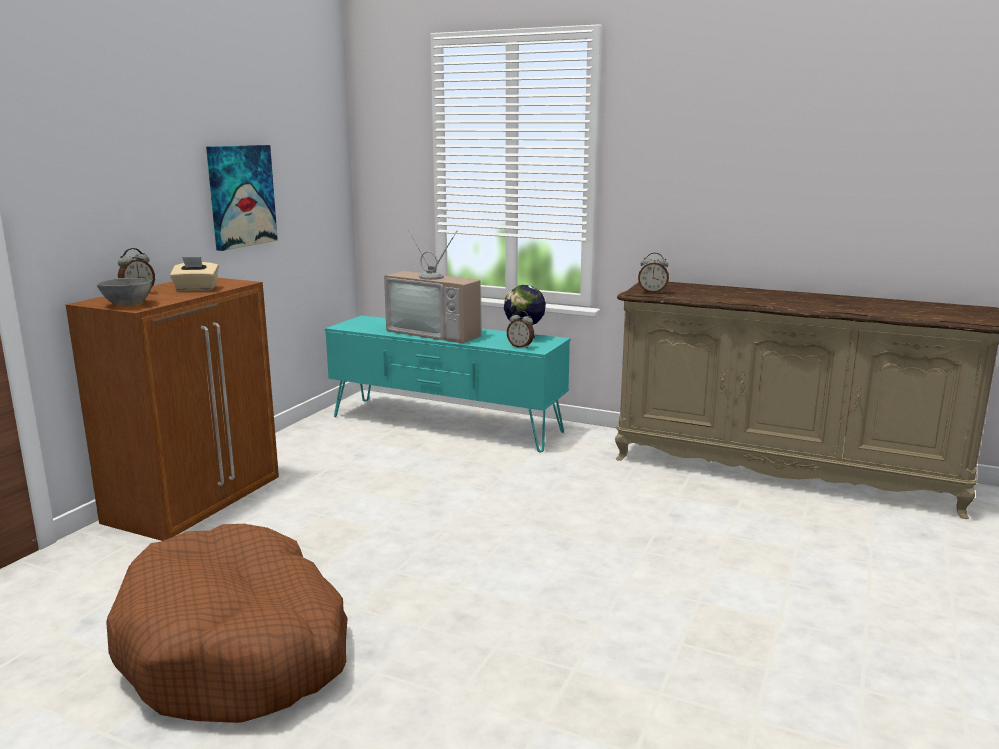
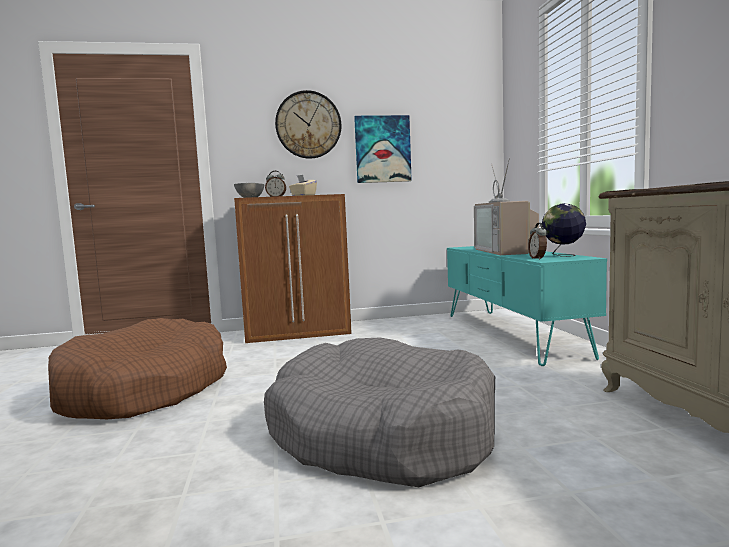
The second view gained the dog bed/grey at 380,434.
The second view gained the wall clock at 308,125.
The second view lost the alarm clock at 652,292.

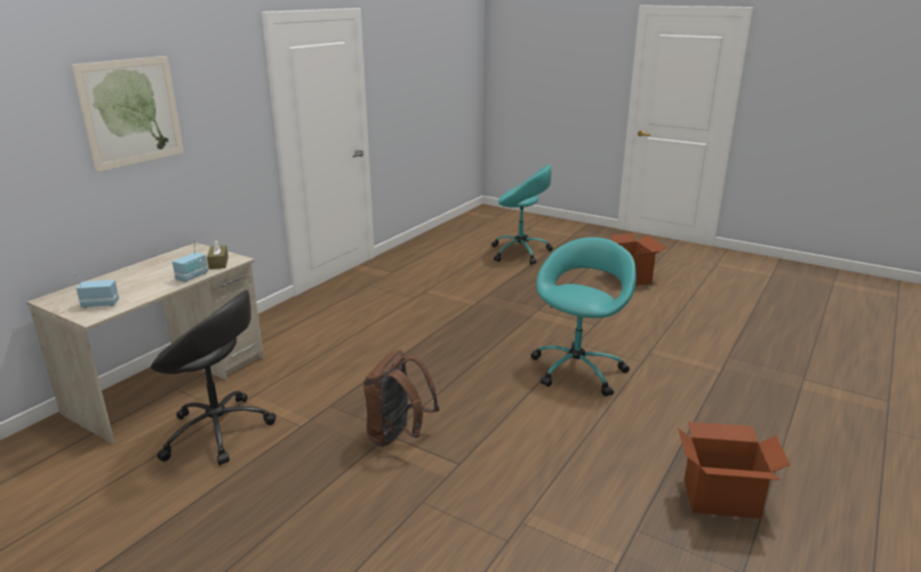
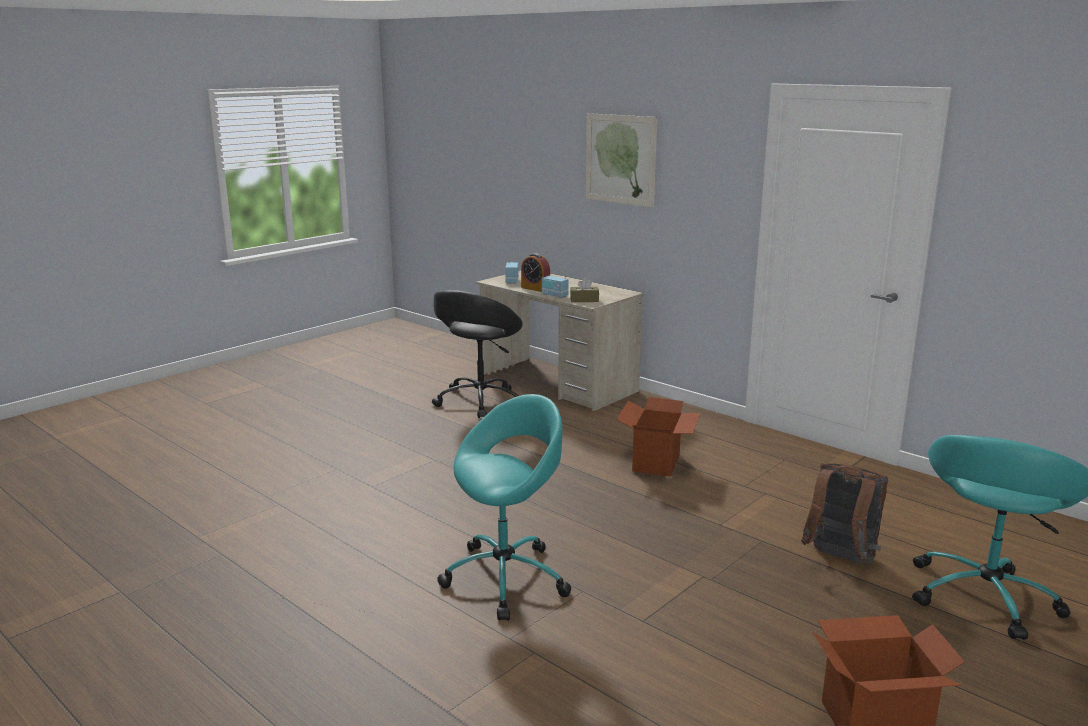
The office chair/turquoise at 578,370 ended up facing another way, 75 degrees counterclockwise from before.
The second view gained the alarm clock at 535,288.
The cardboard box ended up elsewhere, having gone from 720,498 to 657,463.
The backpack/brown ended up elsewhere, having gone from 398,436 to 839,559.

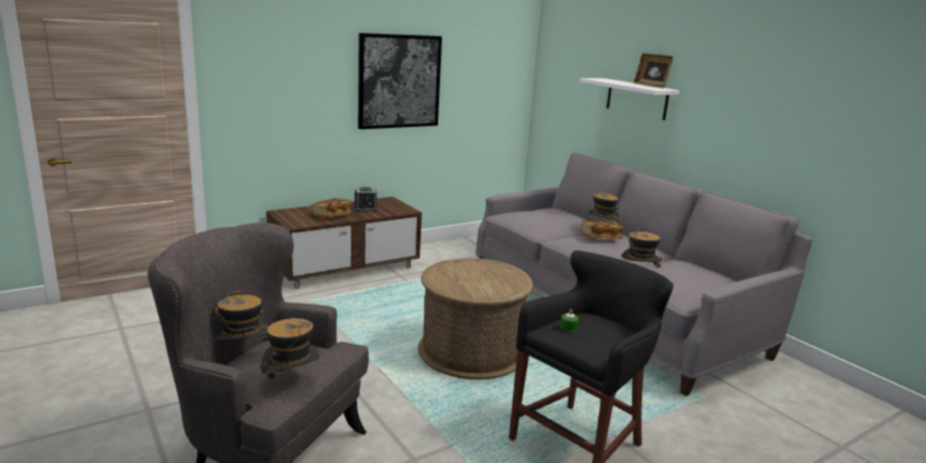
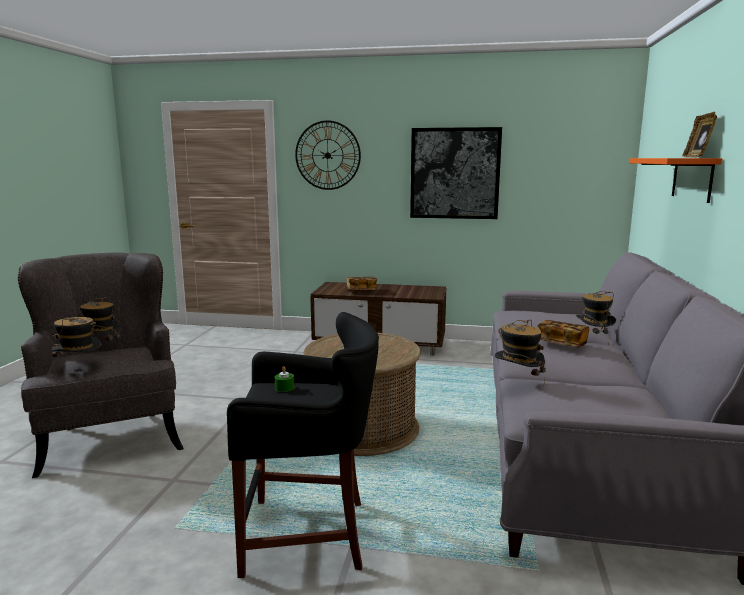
The second view gained the wall clock at 327,155.
What was the shelf/white at 636,99 turned into the shelf/orange at 692,178.
The second view lost the alarm clock at 365,209.

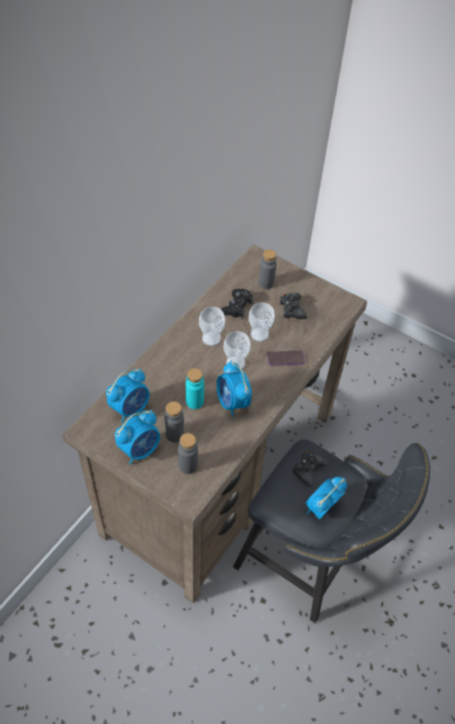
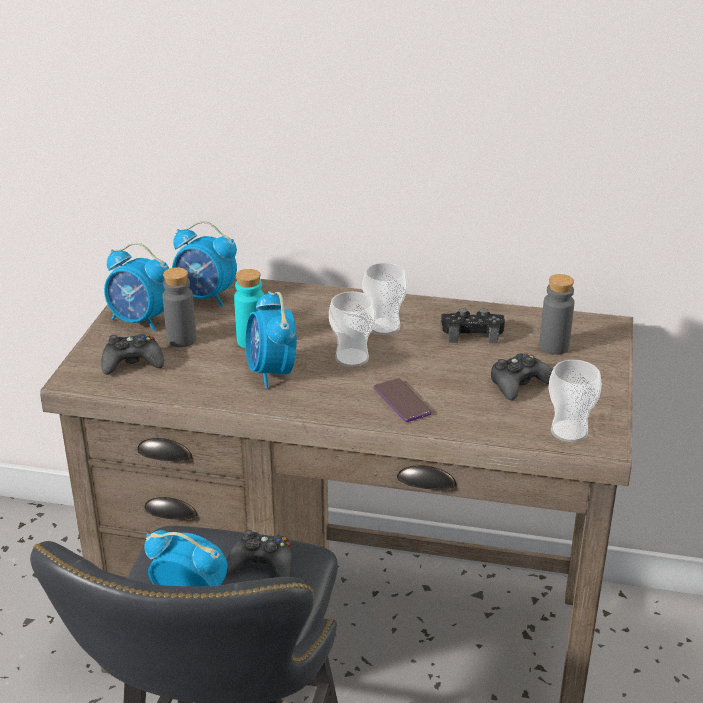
Where the bottle/grey stood at 188,465, the game controller/black came to stand at 132,363.
The alarm clock at 232,403 ended up facing another way, 60 degrees counterclockwise from before.
The cup ended up elsewhere, having gone from 259,335 to 569,431.

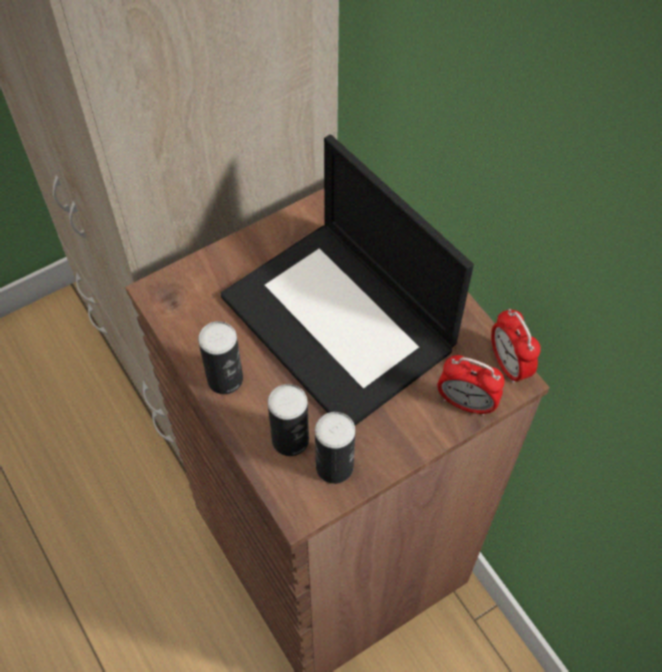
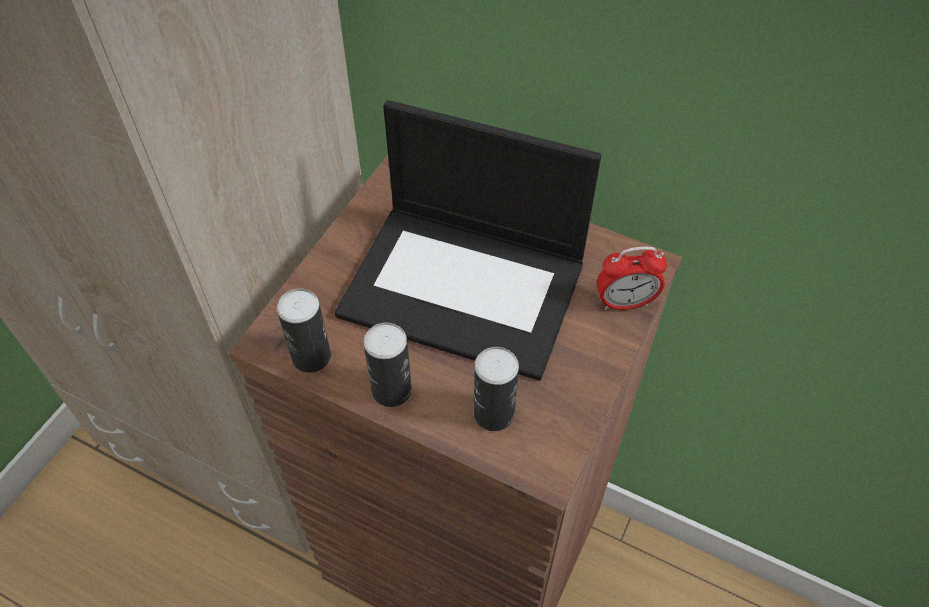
The can ended up elsewhere, having gone from 334,466 to 311,356.
The second view lost the alarm clock at 508,365.

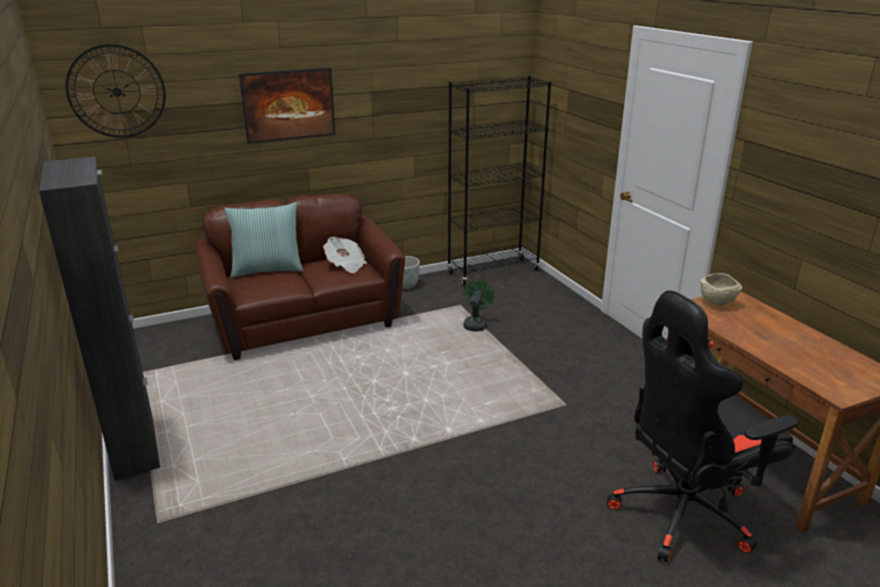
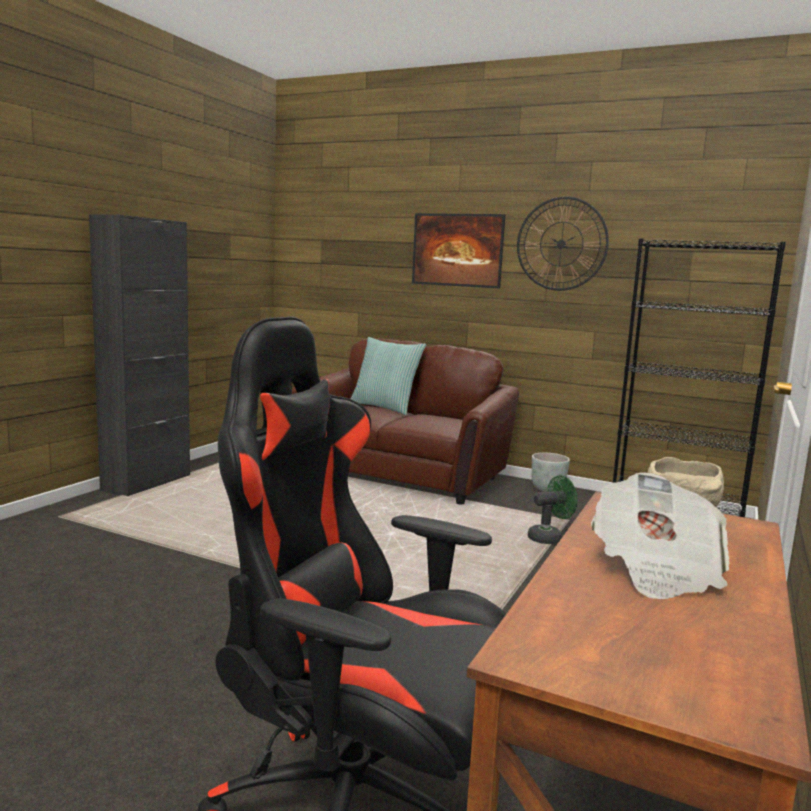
The wall clock ended up elsewhere, having gone from 117,92 to 561,244.
The newspaper ended up elsewhere, having gone from 345,265 to 655,569.

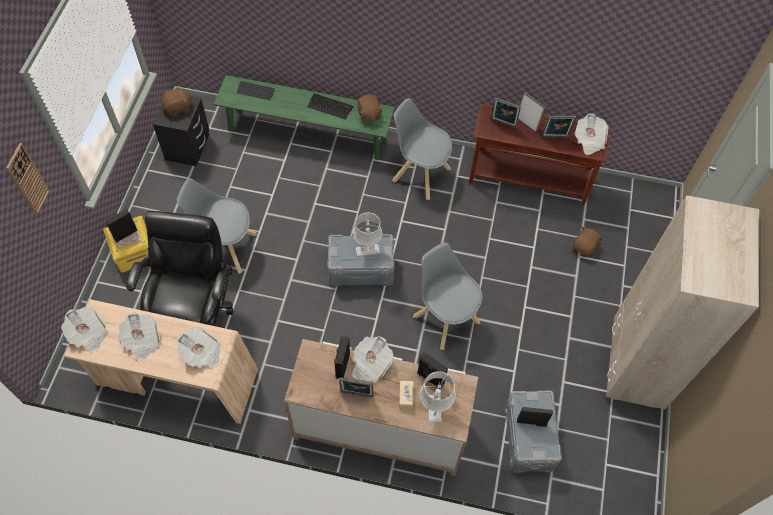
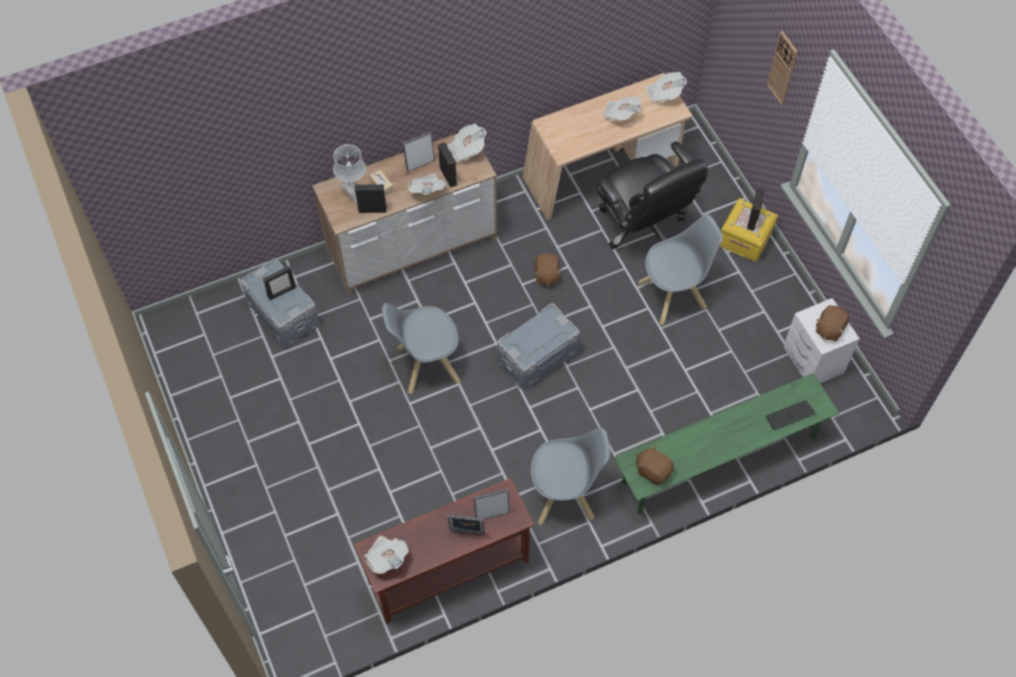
The chair/grey at 445,317 ended up facing another way, 150 degrees clockwise from before.
The newspaper ended up elsewhere, having gone from 202,353 to 466,149.
The plush toy/brown ended up elsewhere, having gone from 585,247 to 546,275.
What was the nightstand/black at 188,147 turned into the nightstand/white at 813,360.
The second view lost the keyboard at 330,106.
The second view lost the table lamp/grey at 367,250.
The second view lost the picture frame at 554,138.
The second view lost the wardrobe/beige at 635,365.

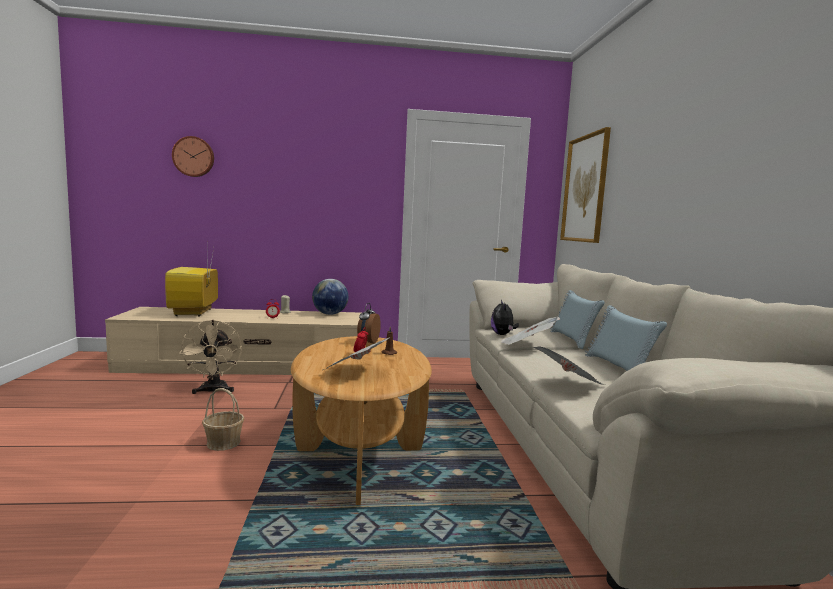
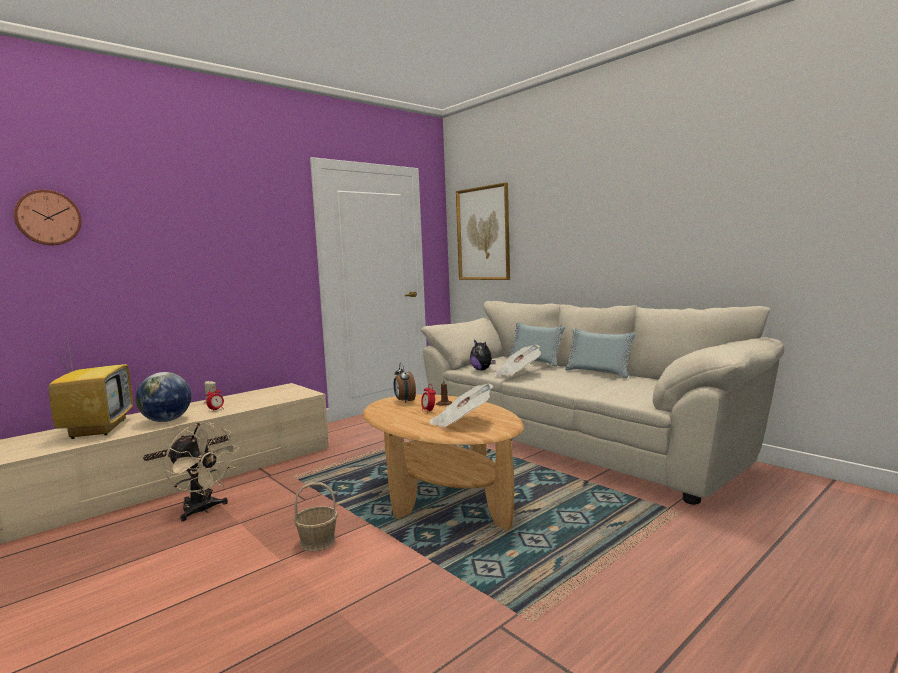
The television at 194,313 ended up facing another way, 150 degrees counterclockwise from before.
The globe ended up elsewhere, having gone from 329,314 to 166,420.
The second view lost the newspaper at 568,384.

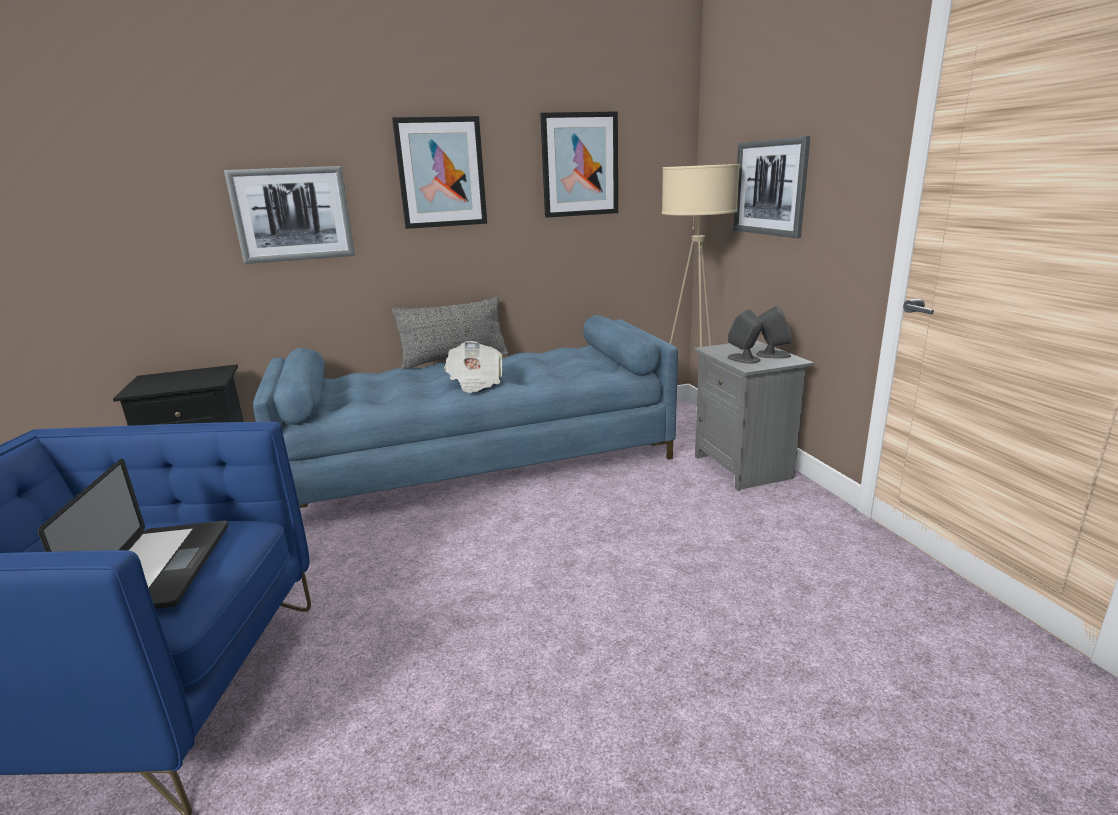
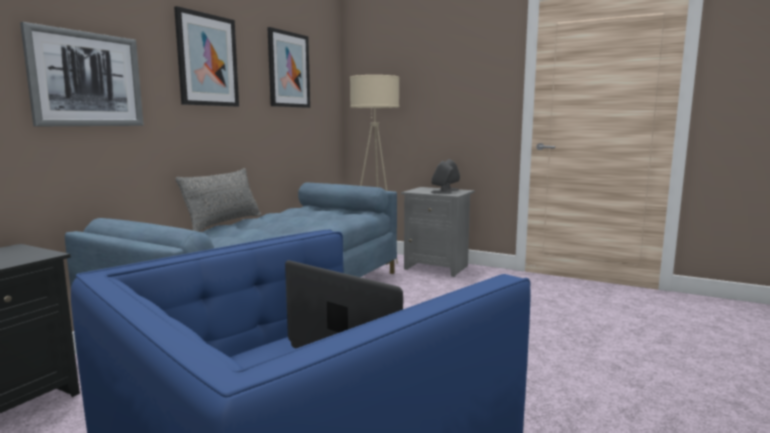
The second view lost the newspaper at 475,382.
The second view lost the picture at 770,187.

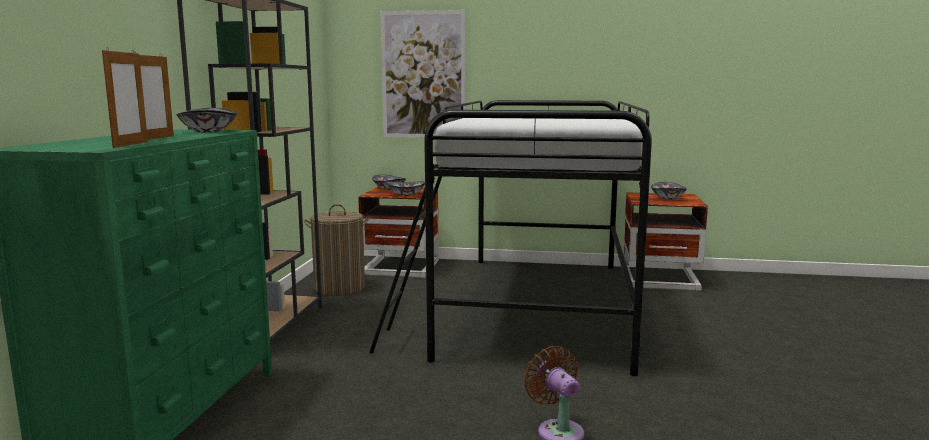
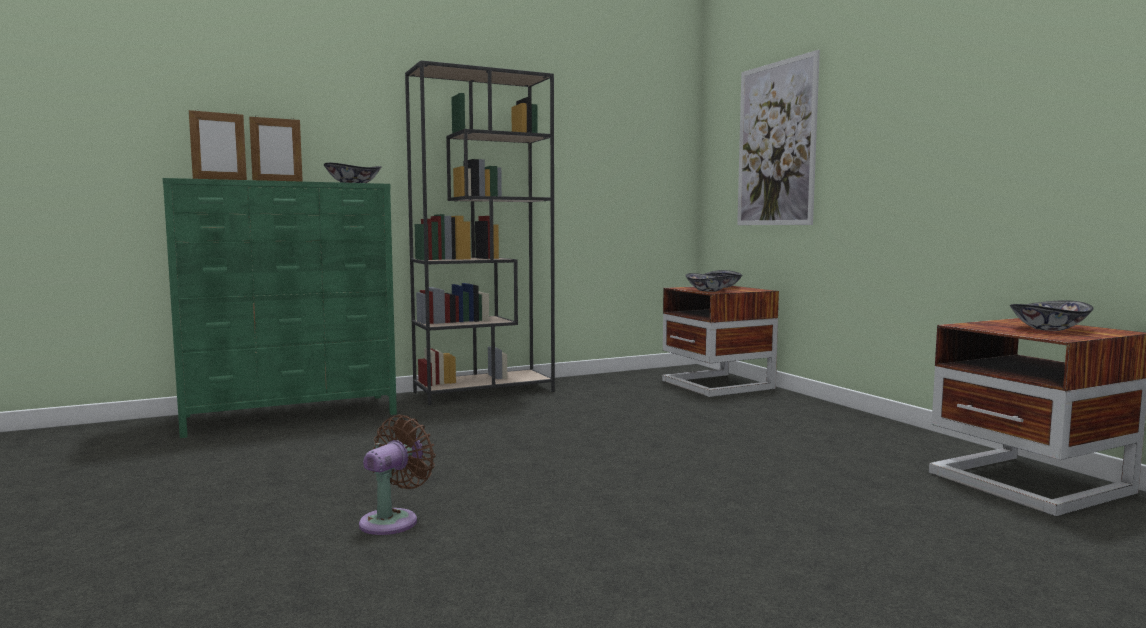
The second view lost the laundry basket at 339,288.
The second view lost the bed/black at 535,306.

